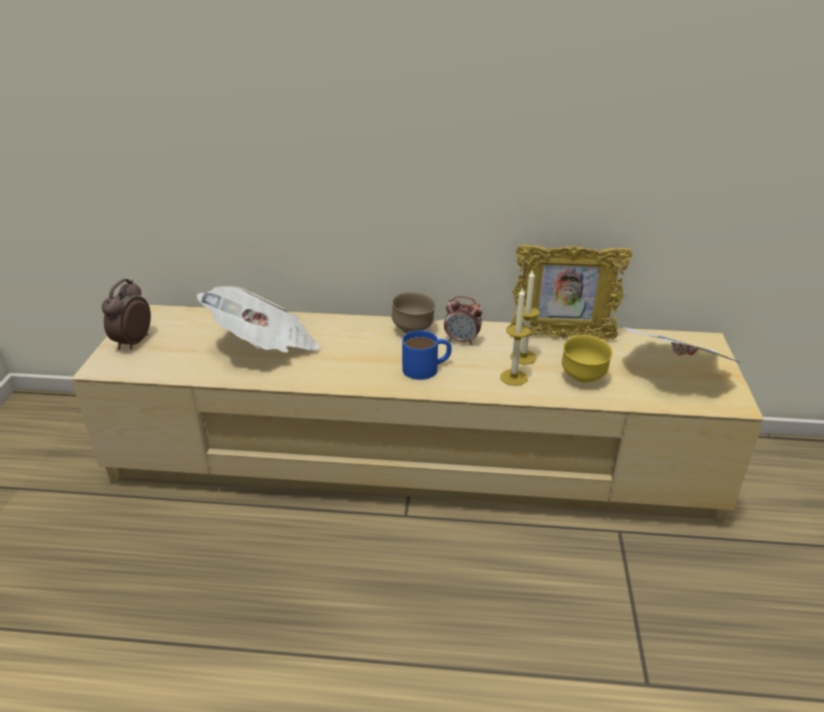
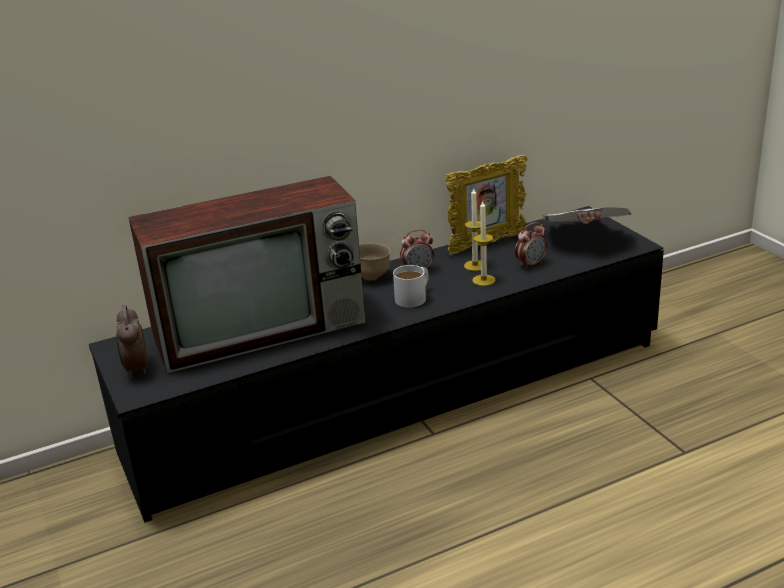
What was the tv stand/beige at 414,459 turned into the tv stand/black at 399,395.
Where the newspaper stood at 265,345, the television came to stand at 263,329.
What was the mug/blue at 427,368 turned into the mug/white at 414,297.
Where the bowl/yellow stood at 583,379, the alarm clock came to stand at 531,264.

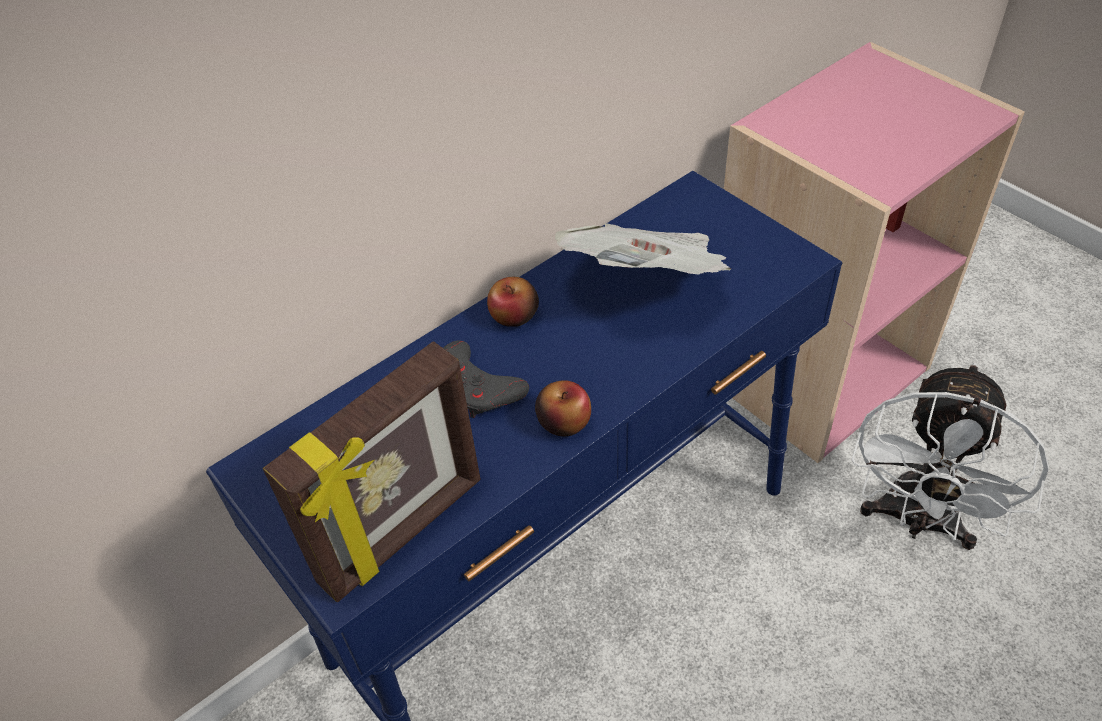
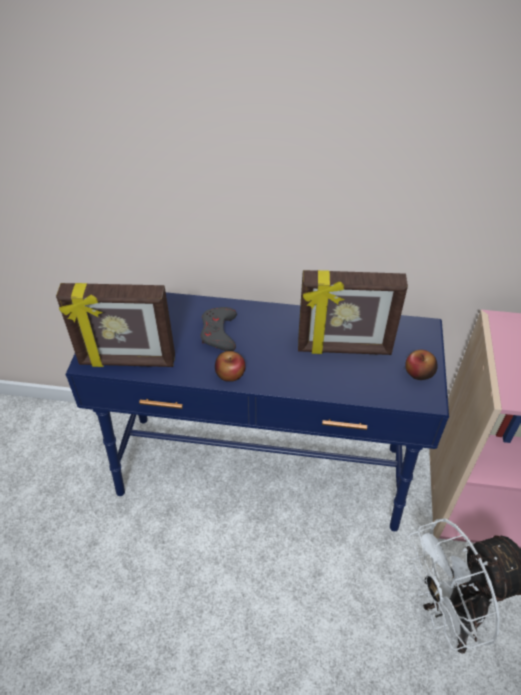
Where the newspaper stood at 648,281, the picture frame came to stand at 344,349.
The apple ended up elsewhere, having gone from 514,316 to 419,373.

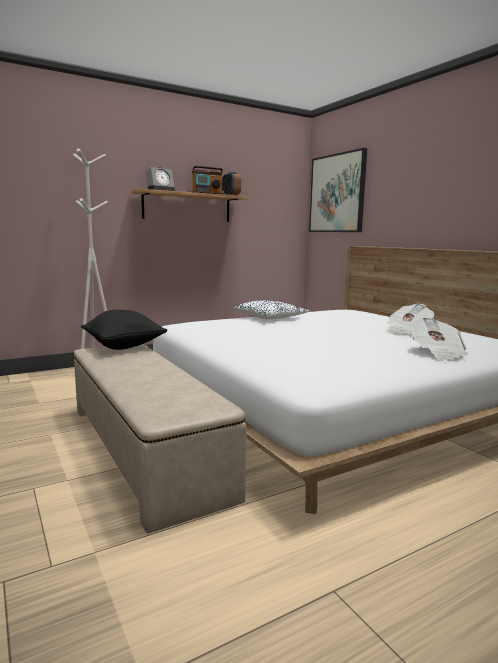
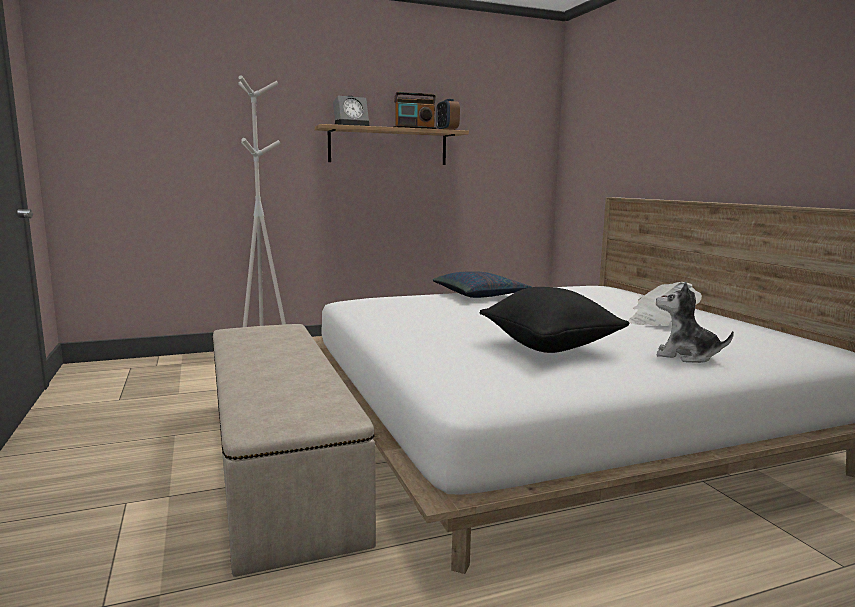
What was the pillow/white at 271,318 turned into the pillow/blue at 480,295.
The pillow/black ended up elsewhere, having gone from 124,347 to 550,347.
Where the newspaper stood at 437,353, the plush toy came to stand at 686,356.
The second view lost the picture at 337,193.

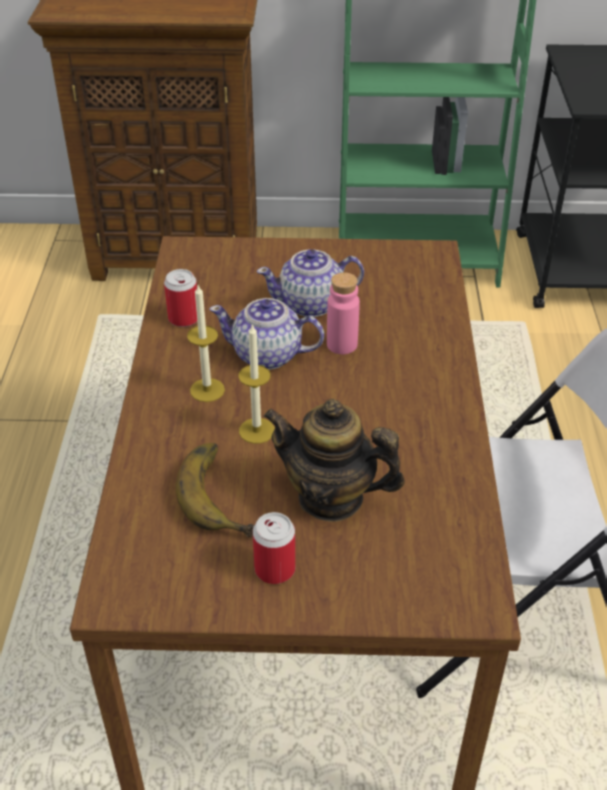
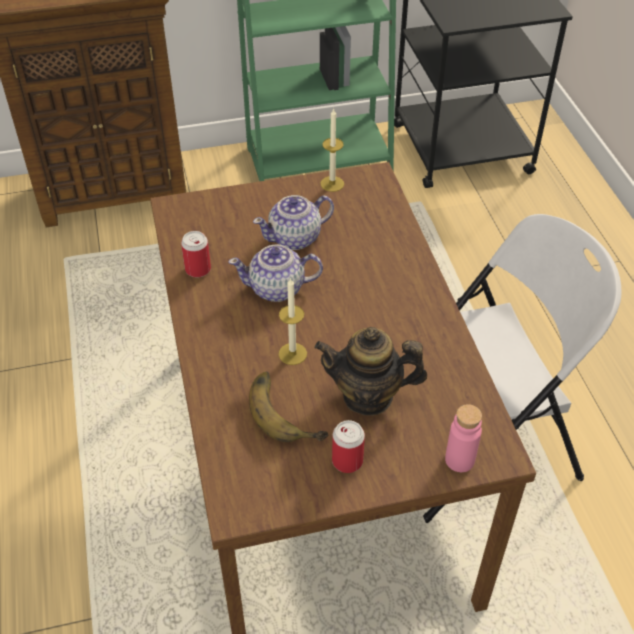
The candle ended up elsewhere, having gone from 207,390 to 332,184.
The bottle/pink ended up elsewhere, having gone from 342,344 to 459,460.

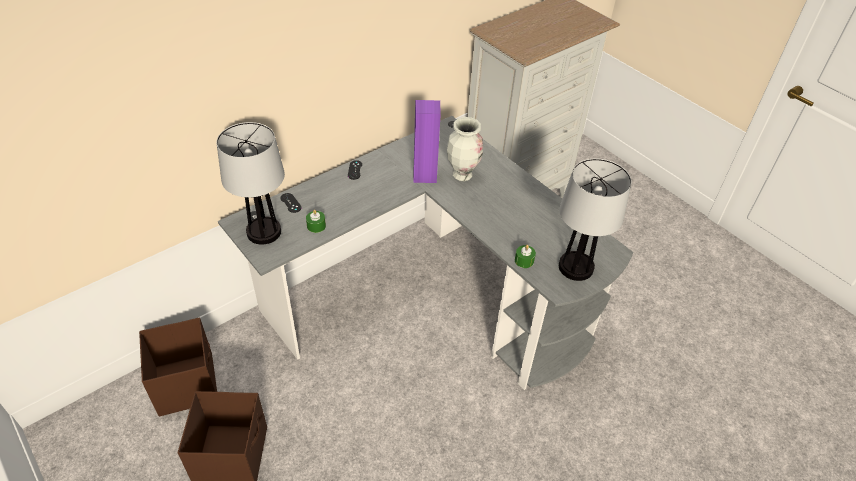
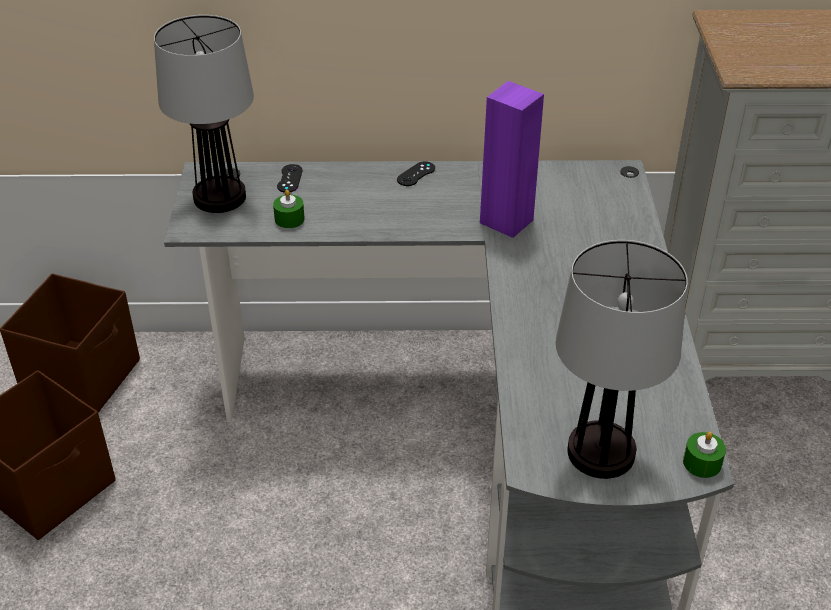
The candle/green ended up elsewhere, having gone from 524,261 to 702,463.
The second view lost the vase at 462,175.

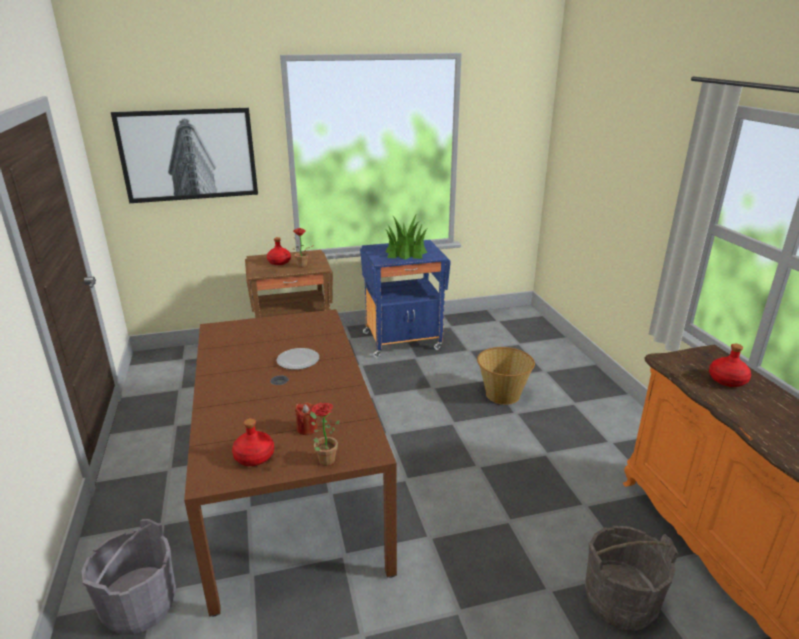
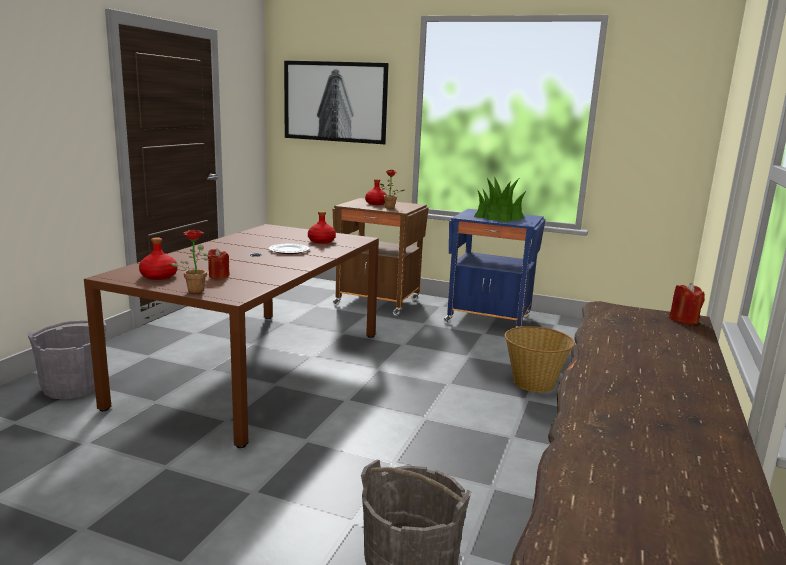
The bottle/red ended up elsewhere, having gone from 727,380 to 322,241.
The second view gained the candle/red at 683,320.

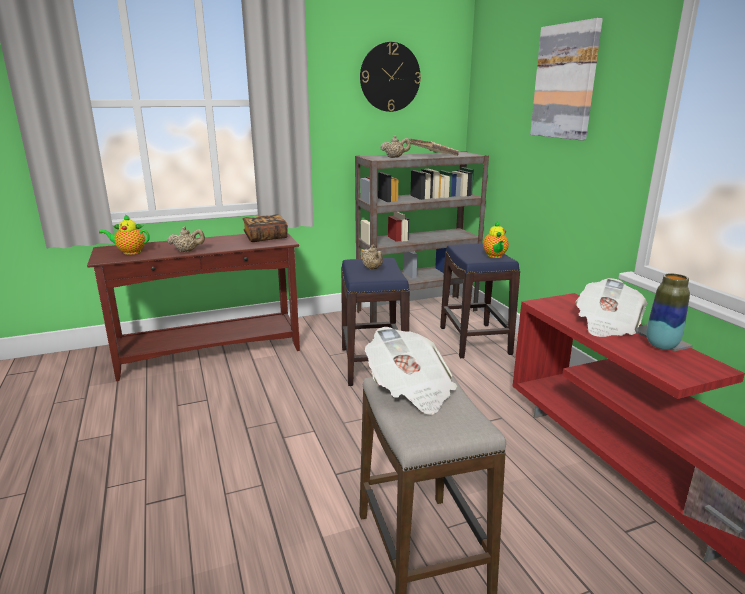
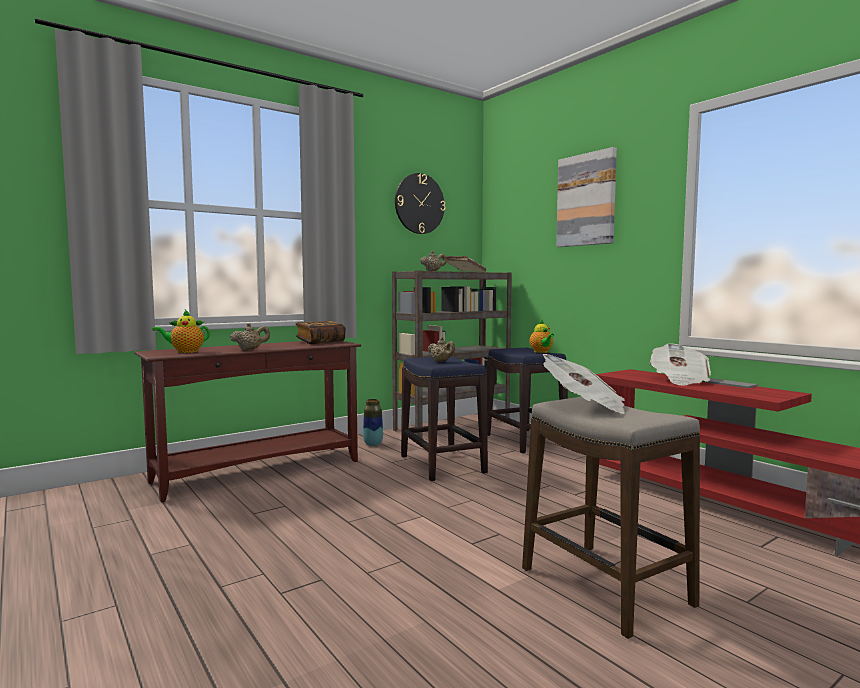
The vase ended up elsewhere, having gone from 661,345 to 373,444.

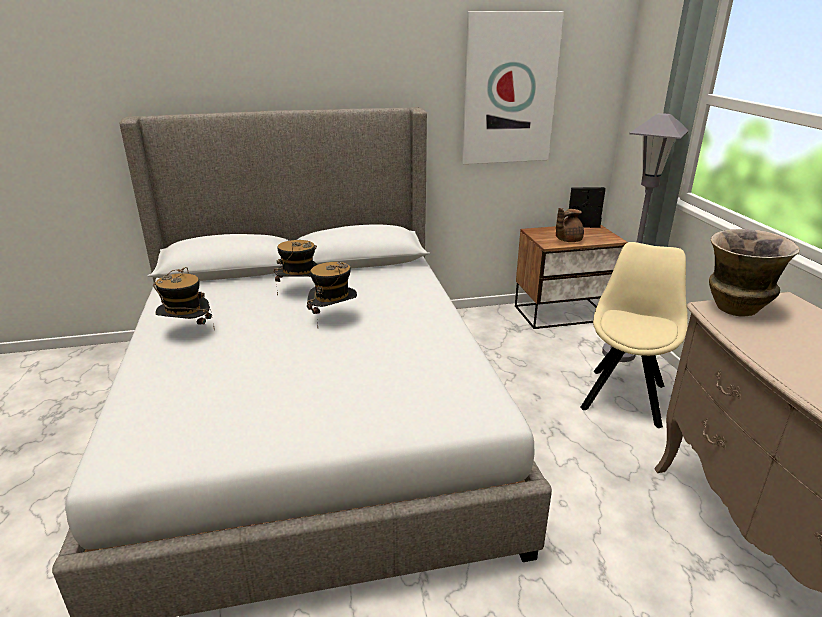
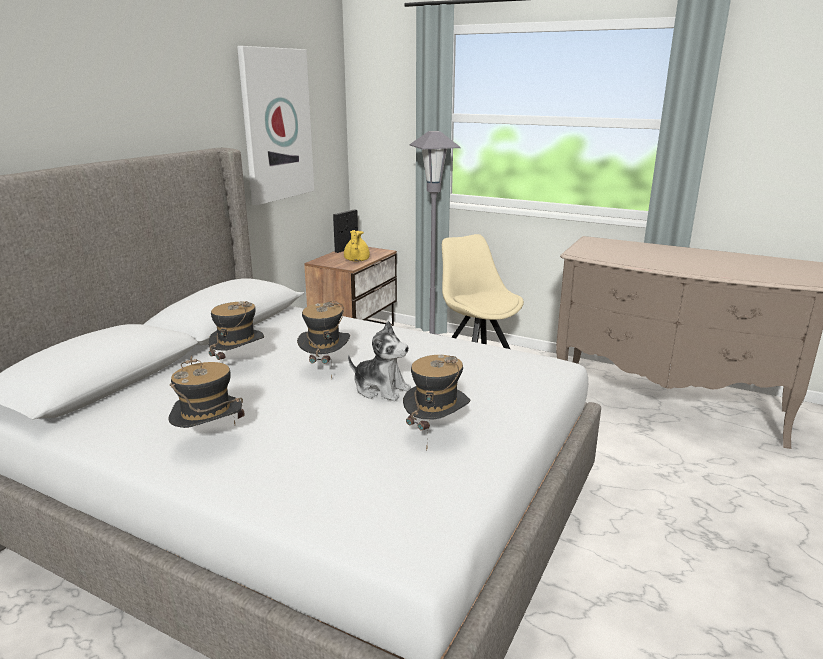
What was the teapot/brown at 567,240 turned into the teapot/yellow at 356,260.
The second view gained the plush toy at 380,389.
The second view gained the hat at 435,433.
The second view lost the vase at 736,310.

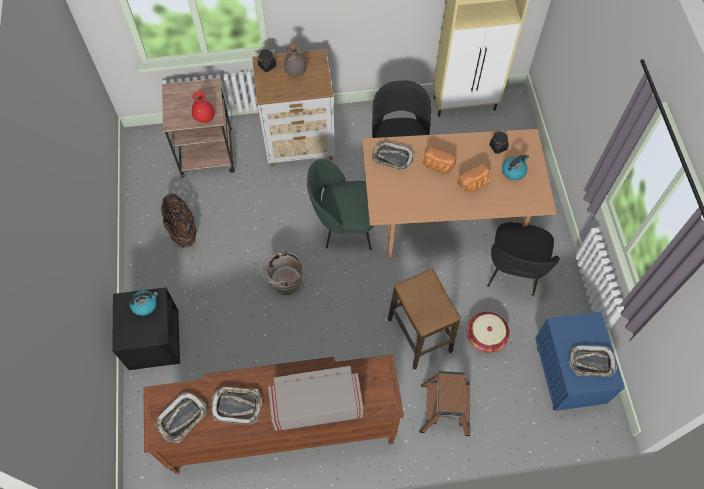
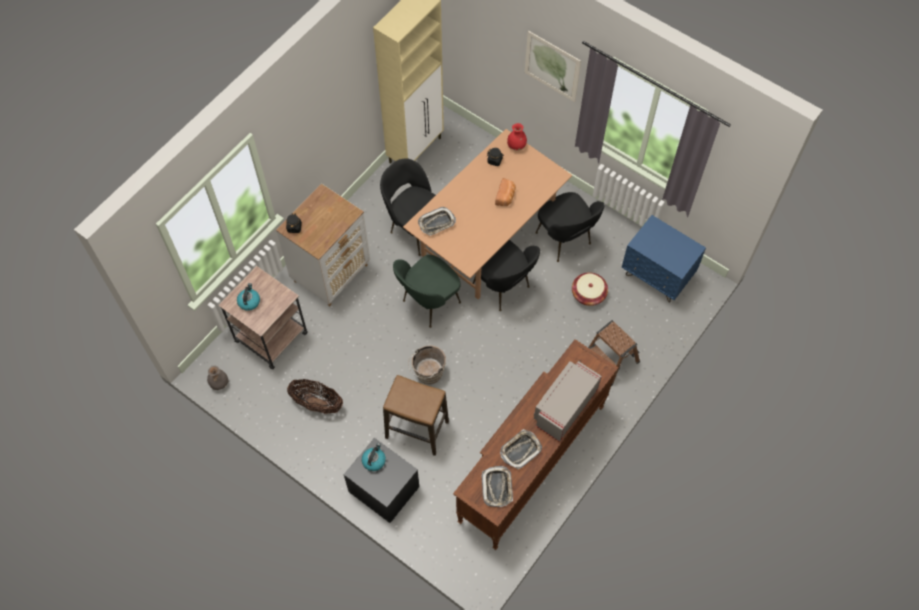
The vase/grey ended up elsewhere, having gone from 295,72 to 219,383.
The kettle ended up elsewhere, having gone from 513,171 to 249,301.
The stool ended up elsewhere, having gone from 419,335 to 416,430.
The second view gained the chair/black at 504,289.
The vase/red ended up elsewhere, having gone from 205,118 to 517,145.
The second view gained the picture at 552,66.
The second view lost the bread at 437,166.
The second view lost the tray at 591,362.

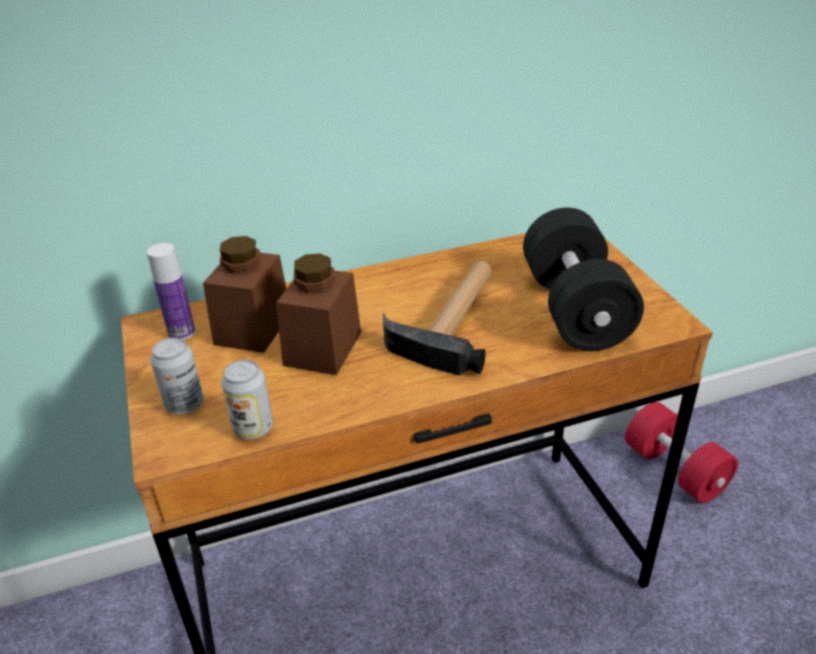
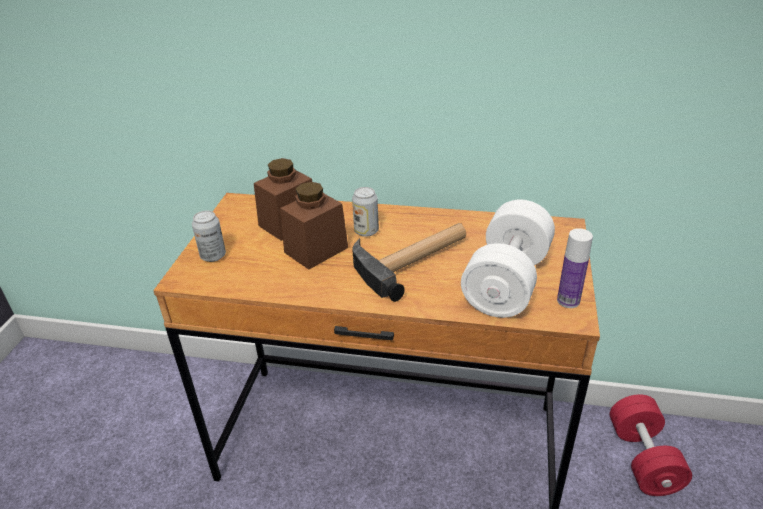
The can ended up elsewhere, having gone from 253,428 to 366,231.
What was the dumbbell/black at 575,309 turned into the dumbbell/white at 507,281.
The bottle ended up elsewhere, having gone from 181,333 to 568,301.

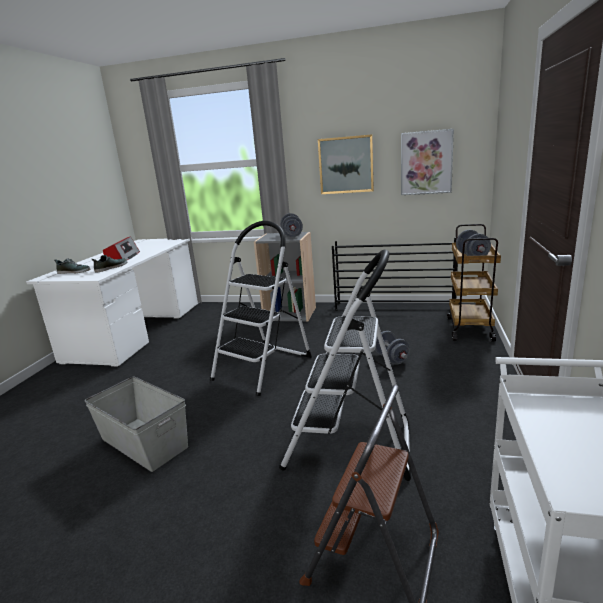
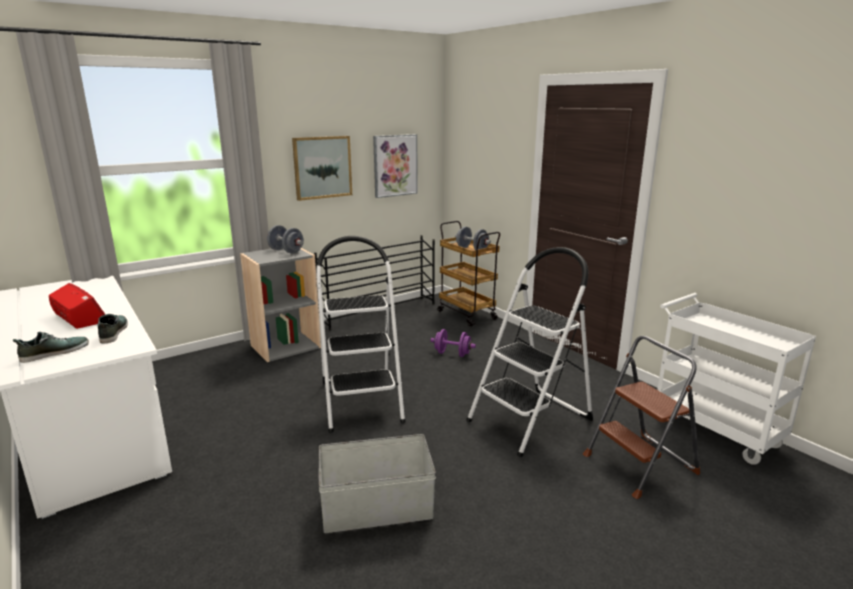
What was the dumbbell/grey at 391,359 turned into the dumbbell/purple at 452,354.

